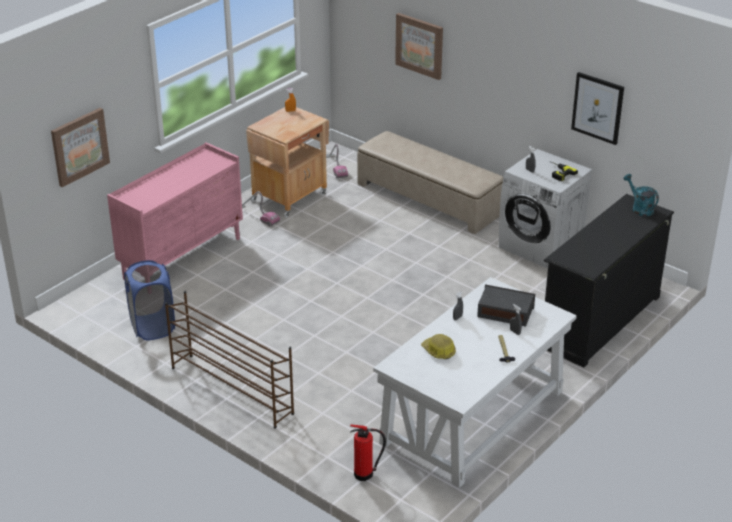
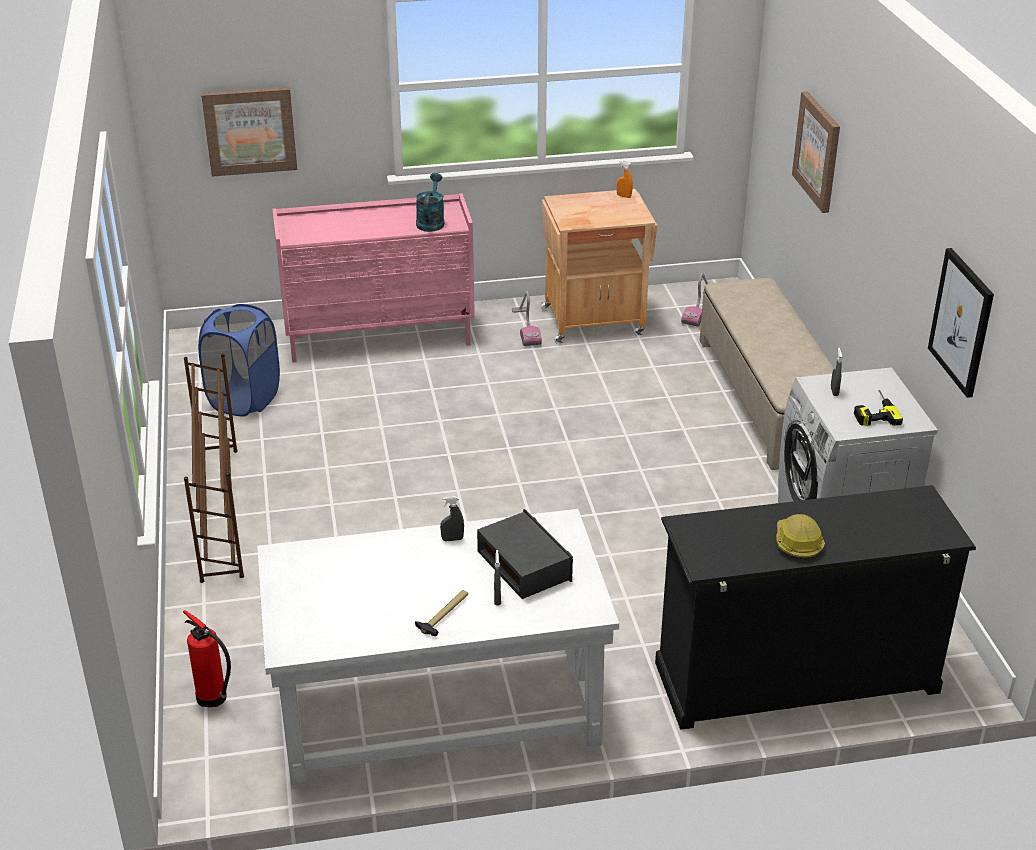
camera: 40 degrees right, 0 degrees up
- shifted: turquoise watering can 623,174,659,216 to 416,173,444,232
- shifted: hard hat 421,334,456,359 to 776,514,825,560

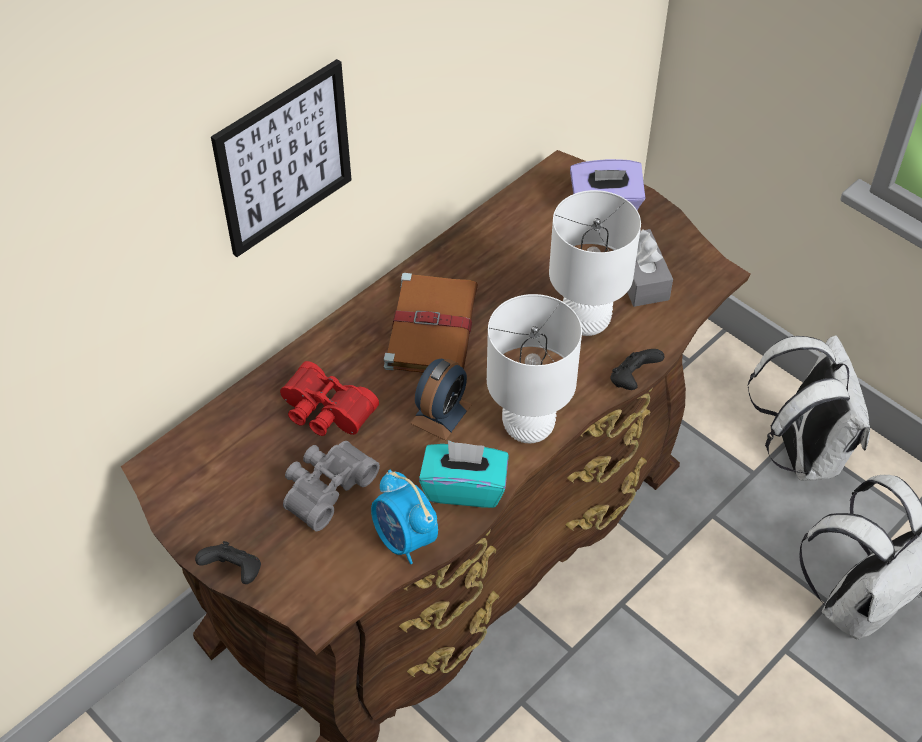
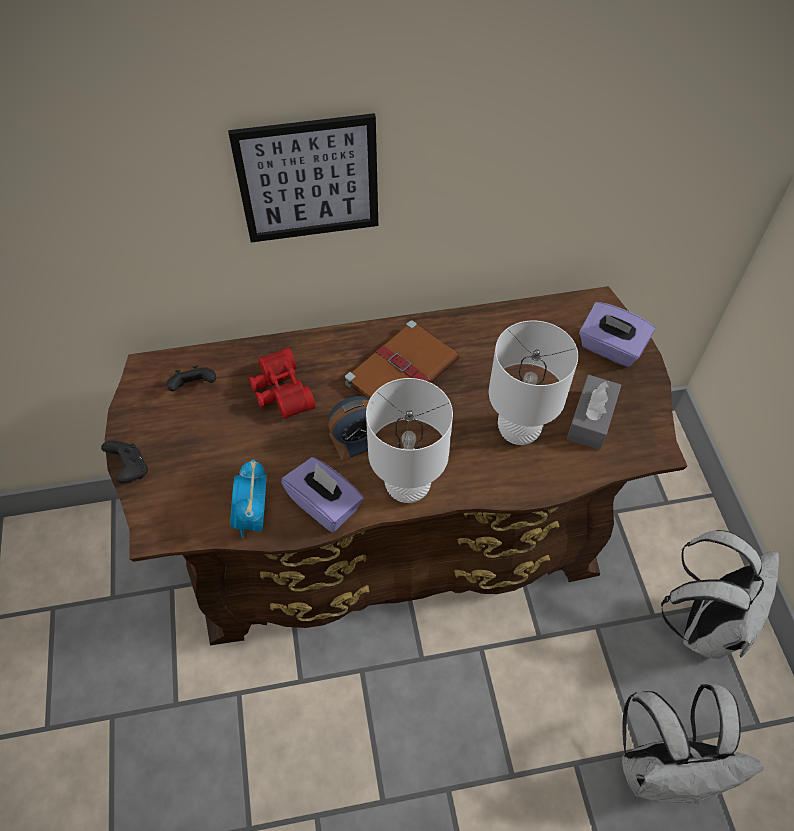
camera: 35 degrees right, 5 degrees up
- shifted: black game controller 610,349,665,390 to 167,366,216,391
- repainted: turquoise tissue box 419,440,509,508 to purple tissue box 281,457,364,533
- gone: grey binoculars 283,441,380,531

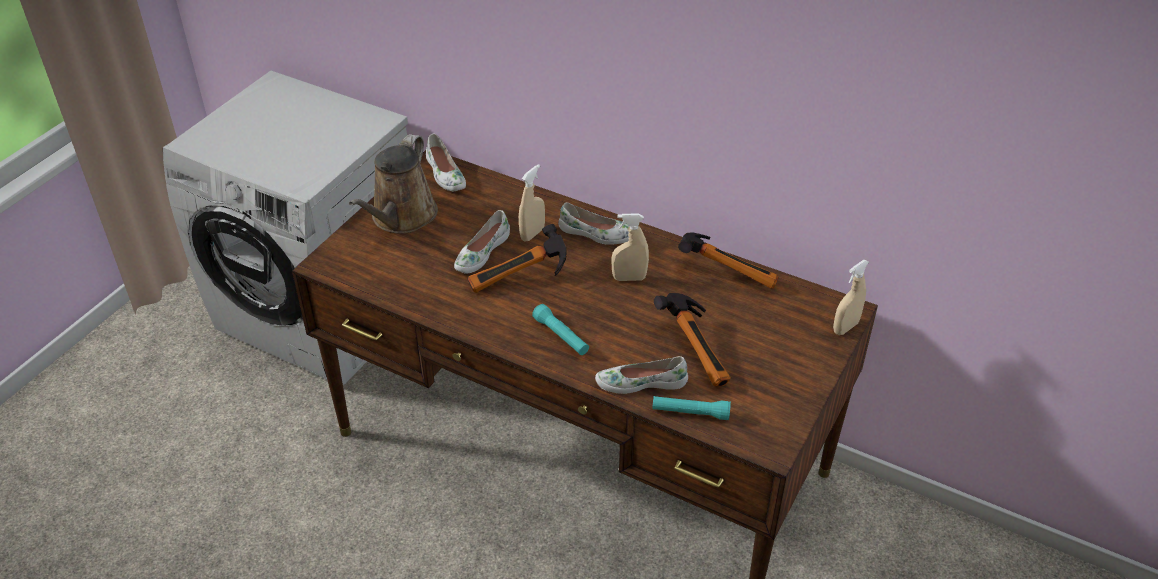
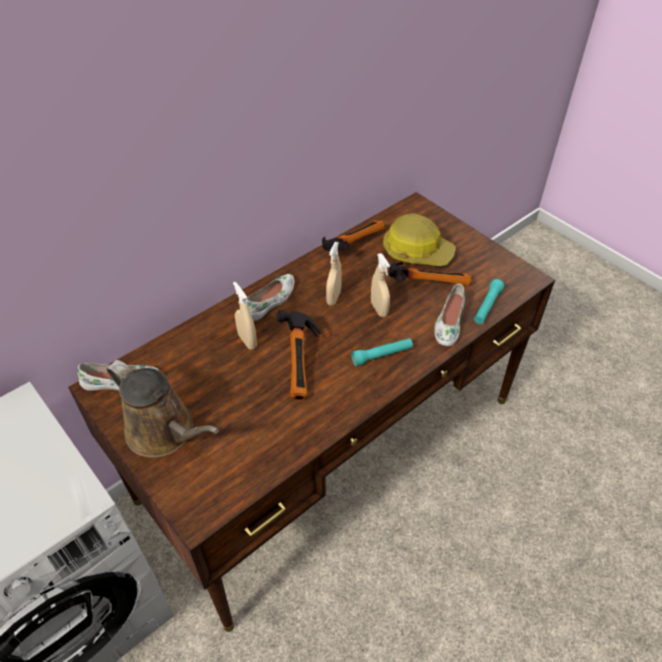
camera: 70 degrees left, 5 degrees up
- shifted: beige spray bottle 833,260,869,335 to 371,253,390,317
- new: hard hat 383,213,456,266
- gone: white shoe 454,210,510,274

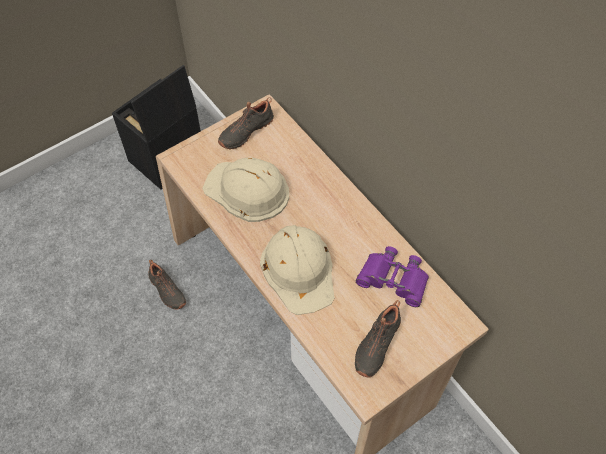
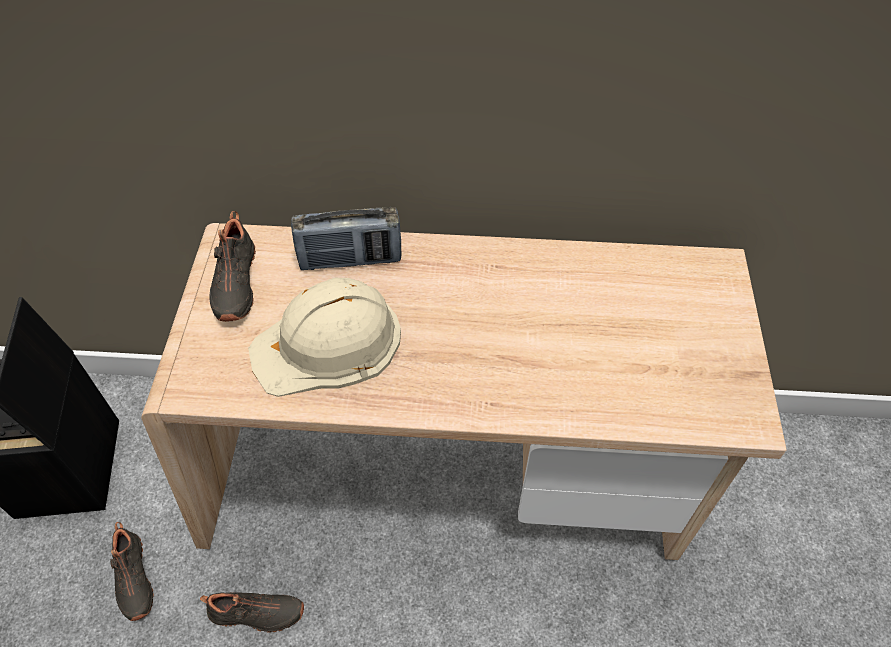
camera: 50 degrees left, 5 degrees down
- shifted: black shoe 355,300,401,378 to 110,522,154,621
- new: radio 291,207,401,270
- gone: beige hard hat 260,225,335,315
- gone: purple binoculars 356,246,429,307

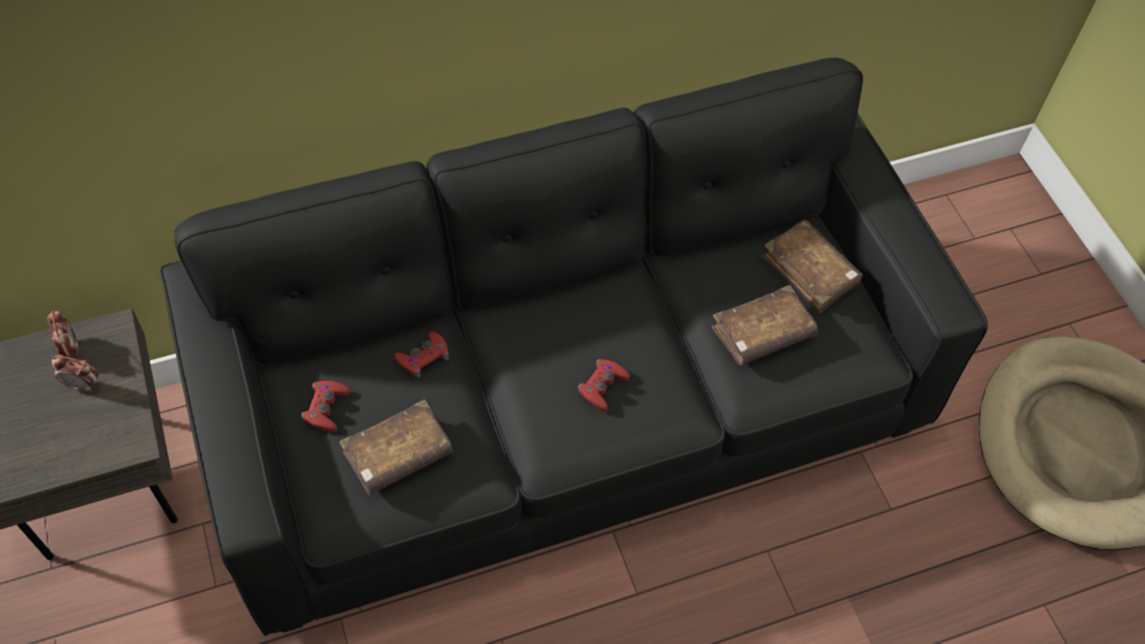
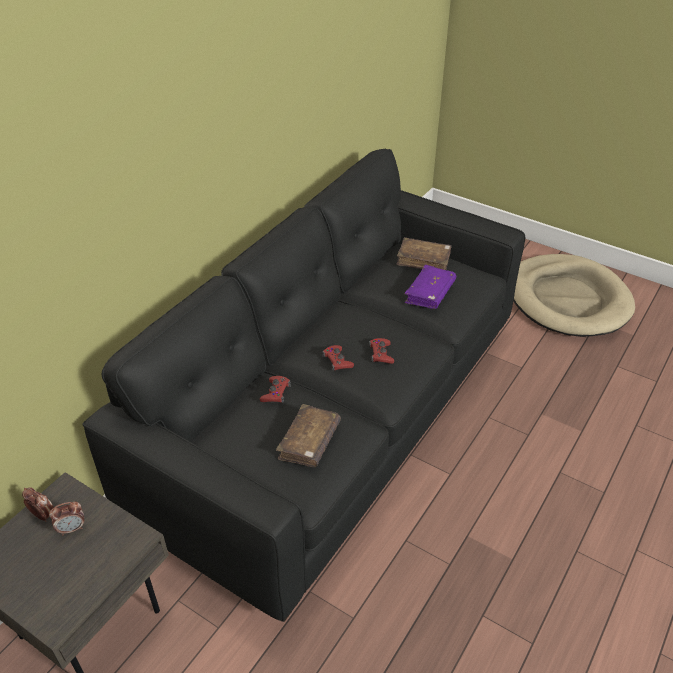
camera: 35 degrees left, 15 degrees down
- shifted: red game controller 301,381,350,432 to 323,345,354,371
- repainted: brown book 712,285,818,366 to purple book 405,265,456,309

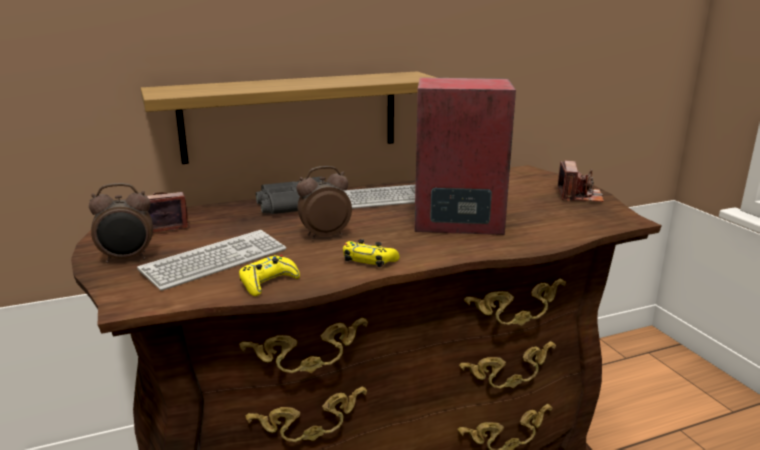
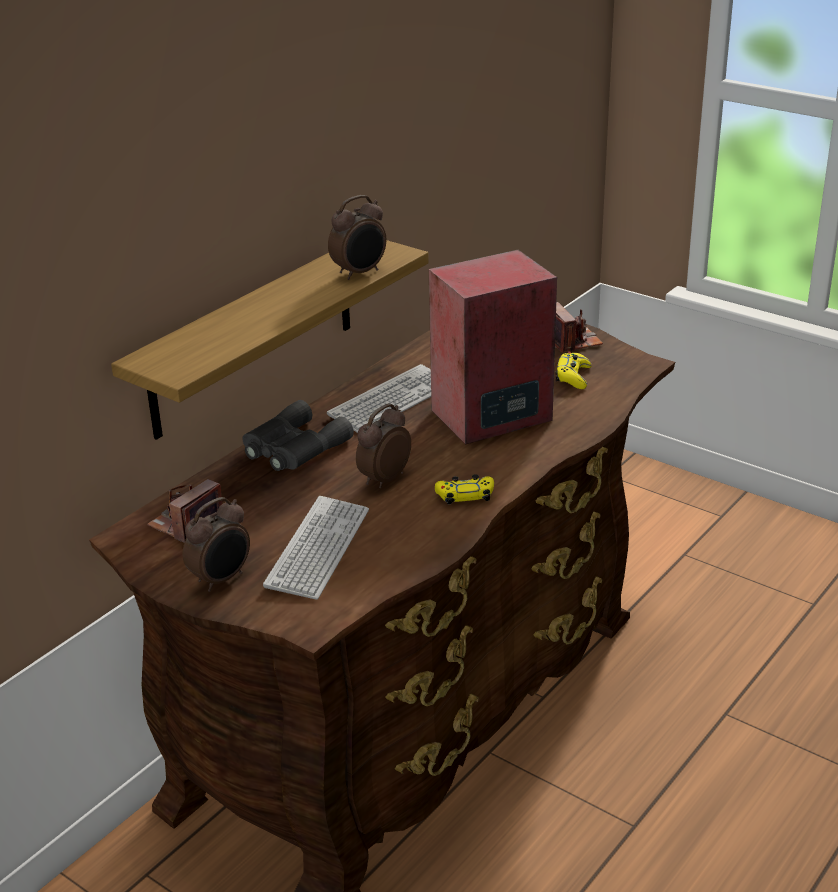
camera: 30 degrees left, 10 degrees up
- new: alarm clock 328,195,386,280
- shifted: yellow game controller 239,255,300,296 to 556,352,592,389

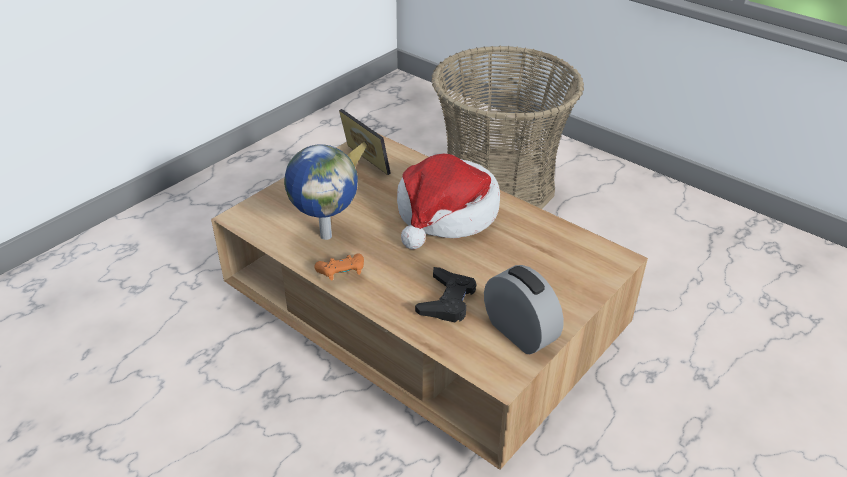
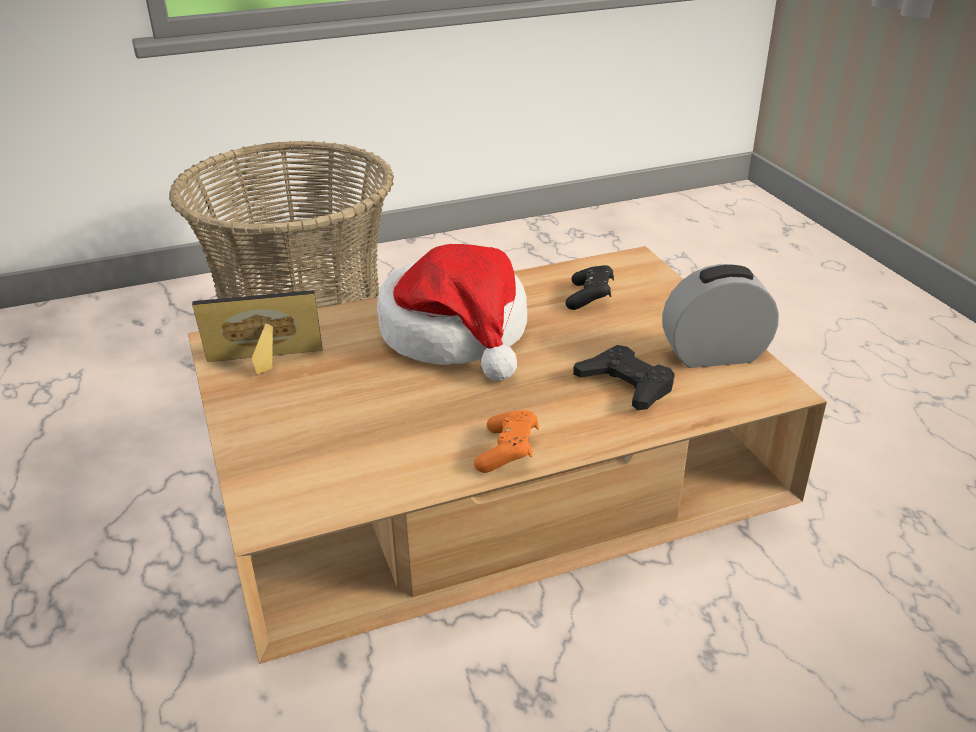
camera: 60 degrees left, 5 degrees down
- new: black game controller 566,265,614,310
- gone: globe 284,145,358,240

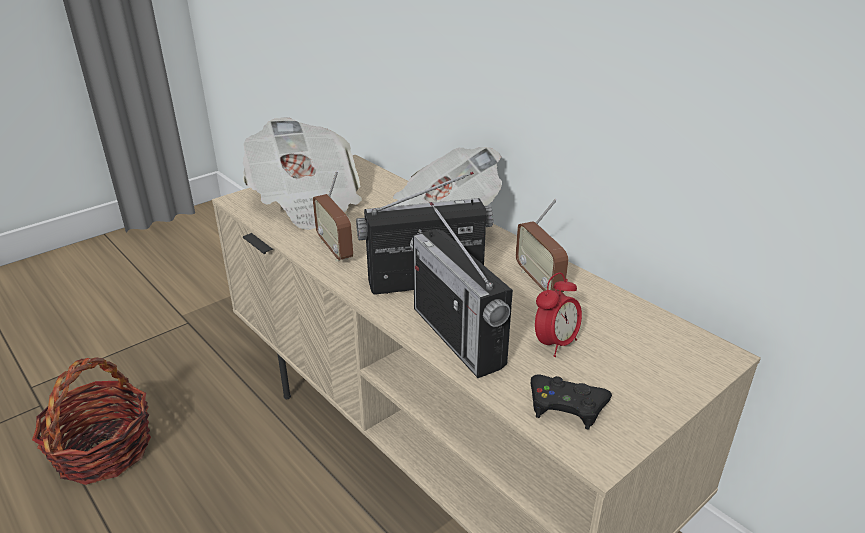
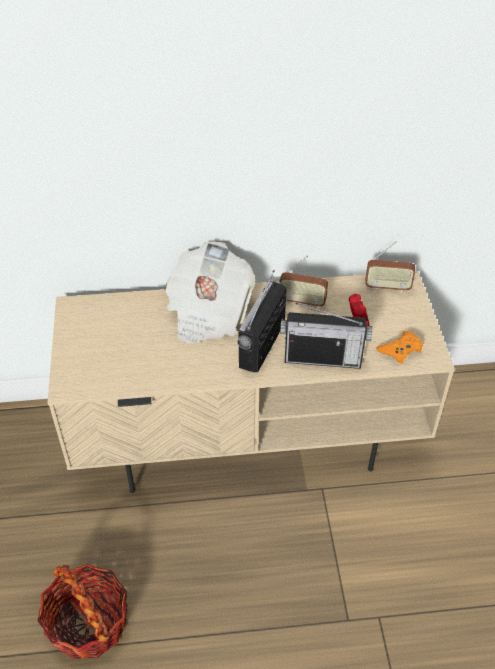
camera: 55 degrees left, 15 degrees up
- shifted: radio 313,171,353,262 to 365,241,415,293
- repainted: black game controller 531,375,612,430 to orange game controller 376,331,423,364
- gone: newspaper 243,118,362,230

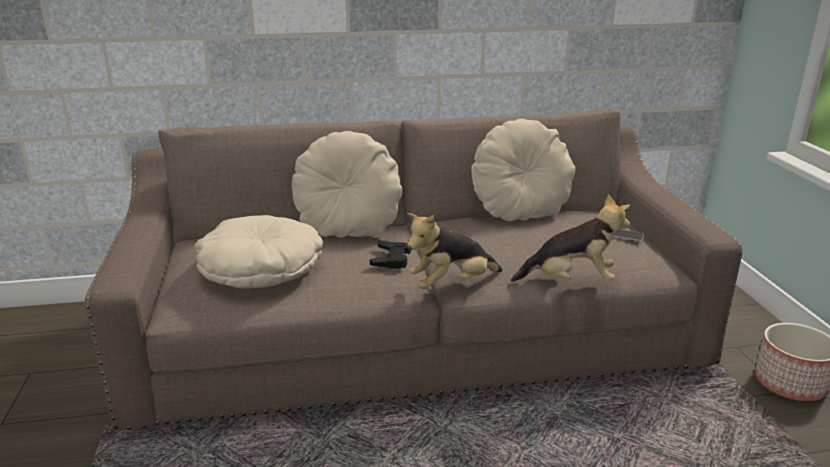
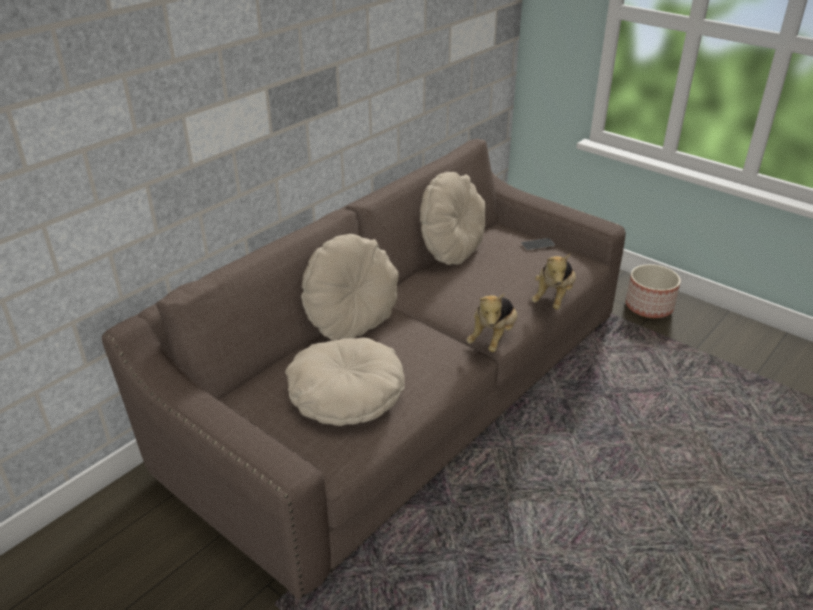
camera: 40 degrees left, 10 degrees up
- rotated: plush toy 511,194,630,282 = 532,254,576,310 150 degrees clockwise
- gone: black game controller 370,240,411,269

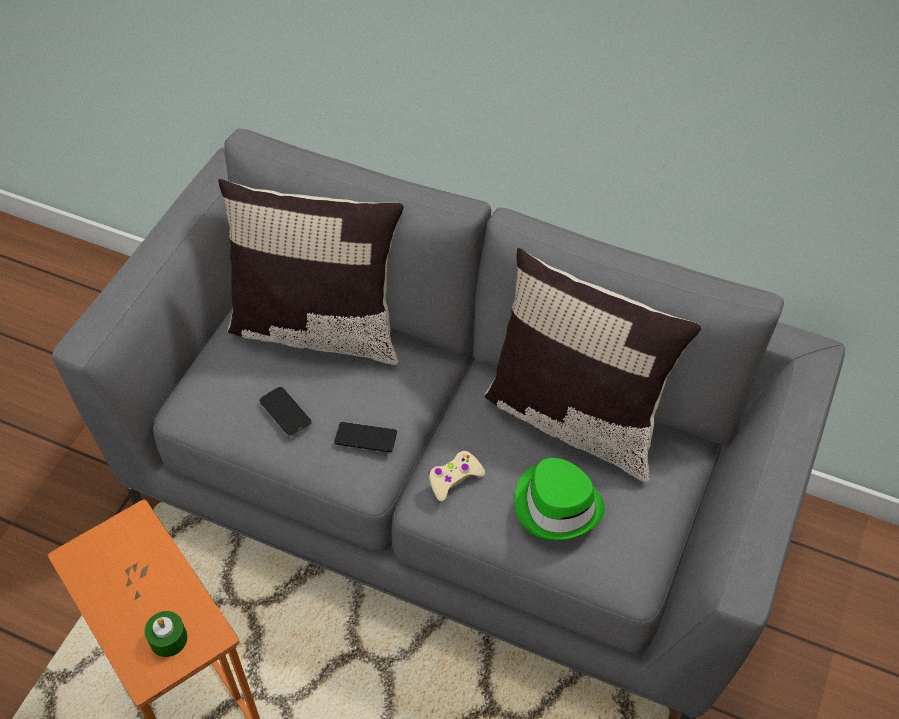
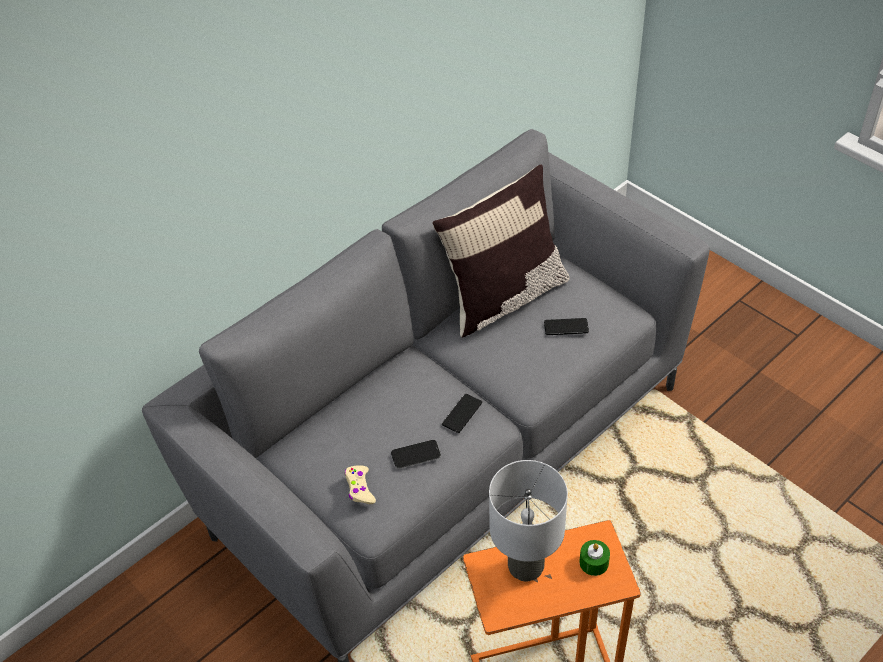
camera: 65 degrees left, 5 degrees down
- shifted: beige game controller 428,450,485,501 to 345,465,376,504
- new: white table lamp 489,460,568,581
- swapped: green hat 514,458,605,540 to phone 544,318,589,335
- gone: pillow 218,179,404,365

